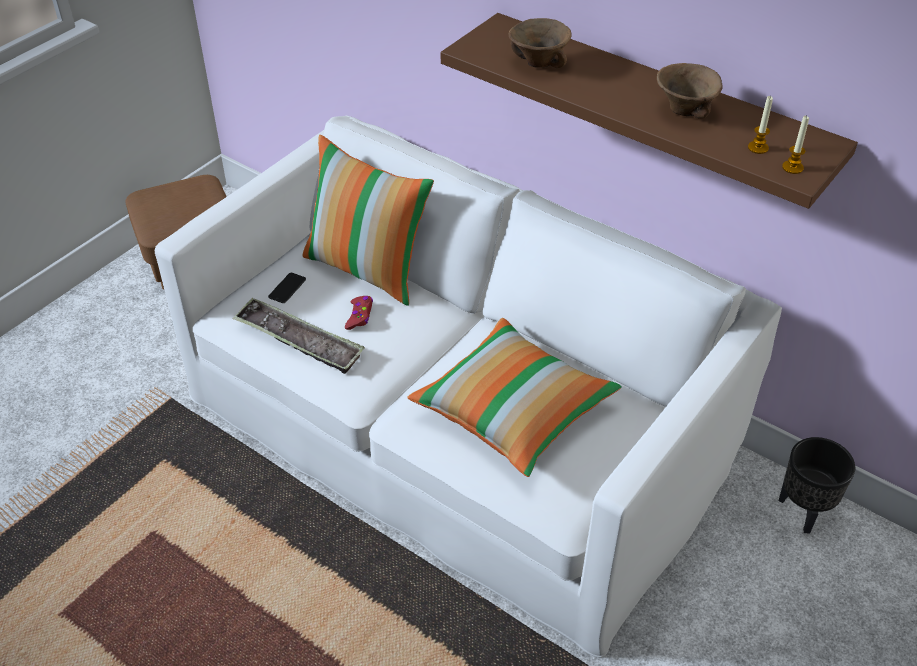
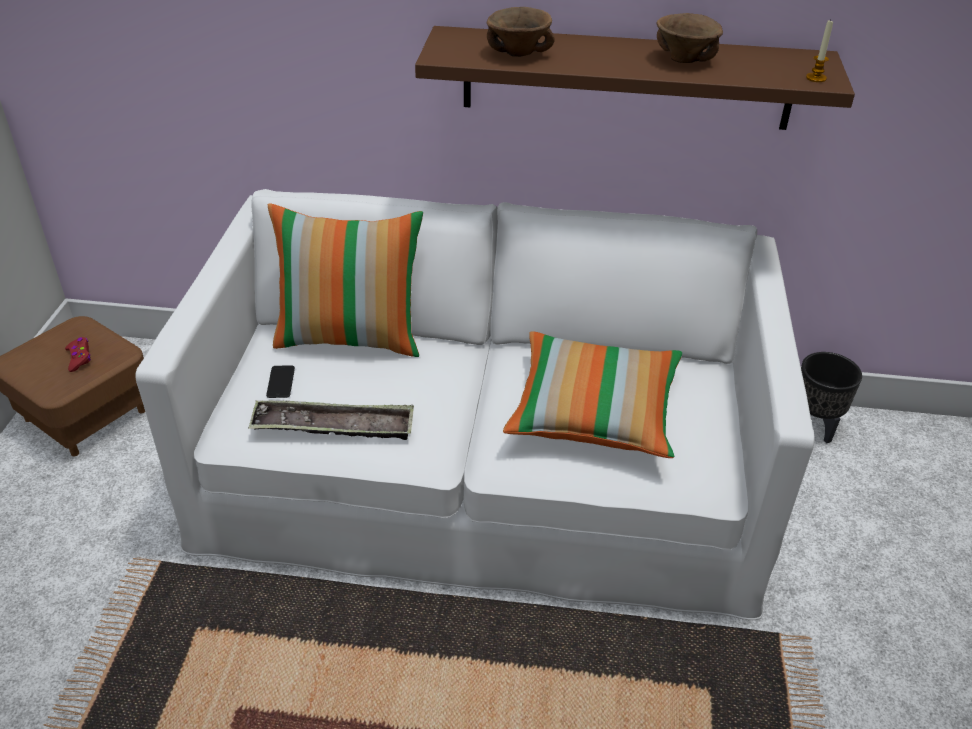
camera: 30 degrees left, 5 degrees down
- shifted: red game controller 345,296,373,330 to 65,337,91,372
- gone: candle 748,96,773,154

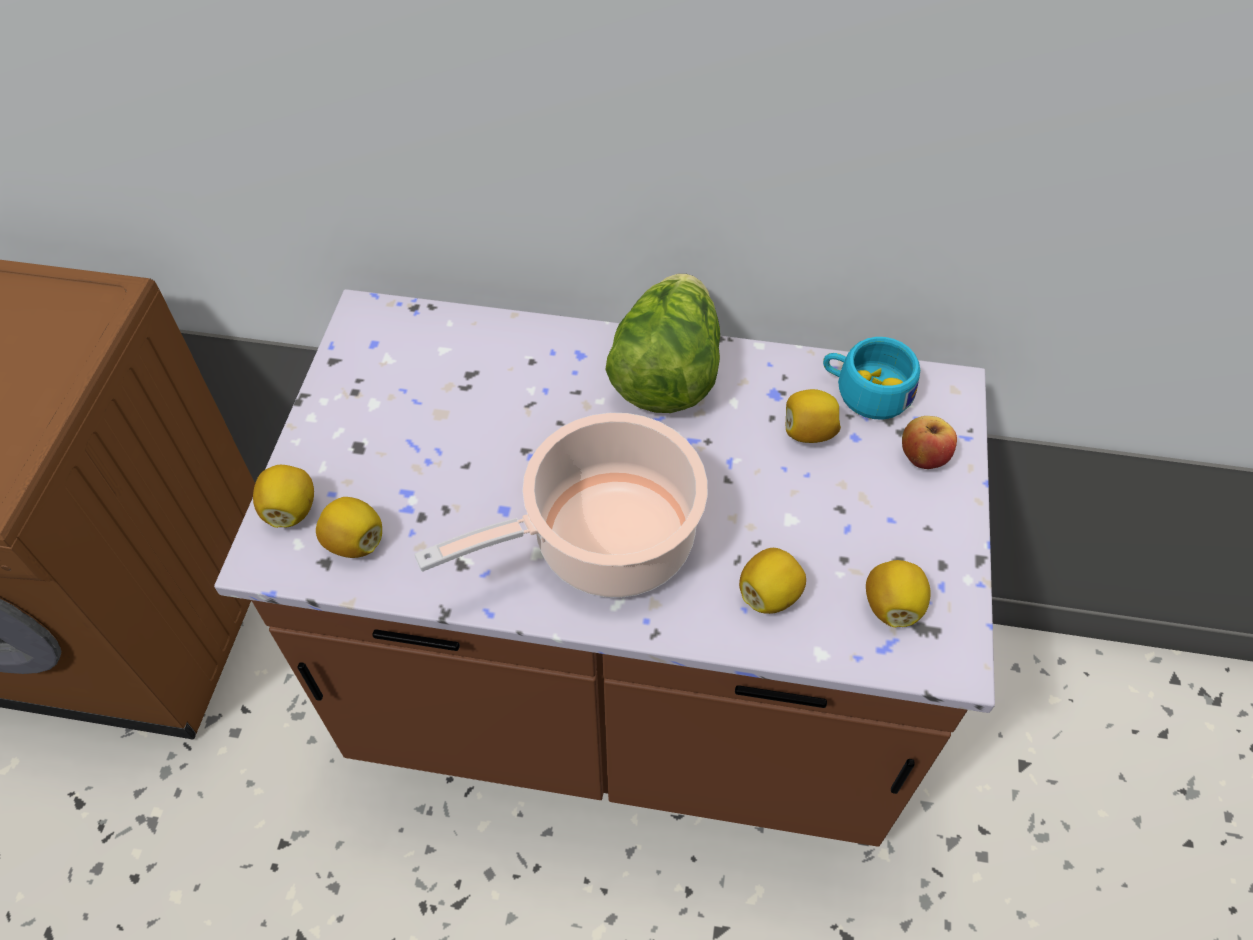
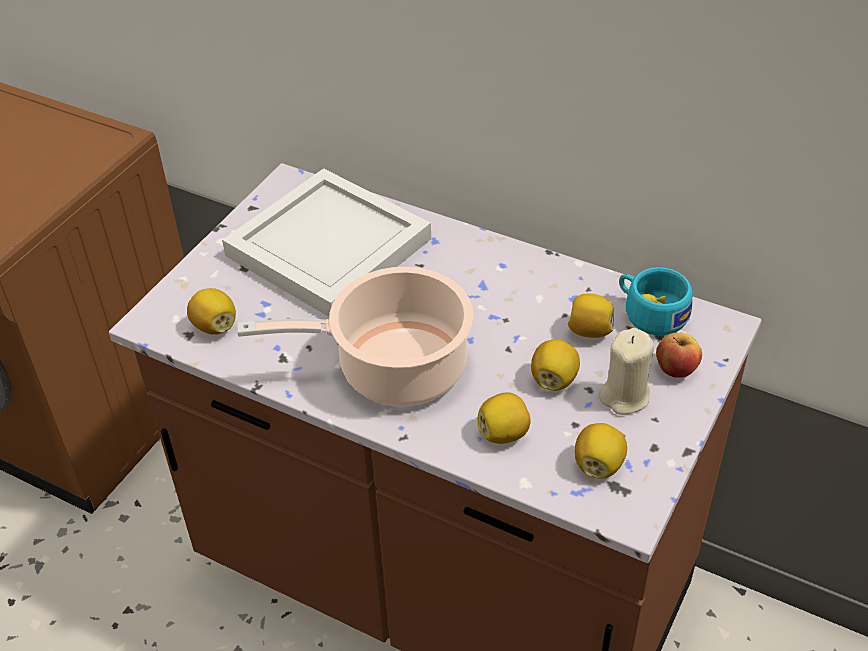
camera: 20 degrees right, 10 degrees down
- new: white tray 222,168,431,317
- shifted: lemon 253,465,314,528 to 531,339,580,391
- new: beige candle 598,328,654,415
- gone: lettuce 605,274,720,413

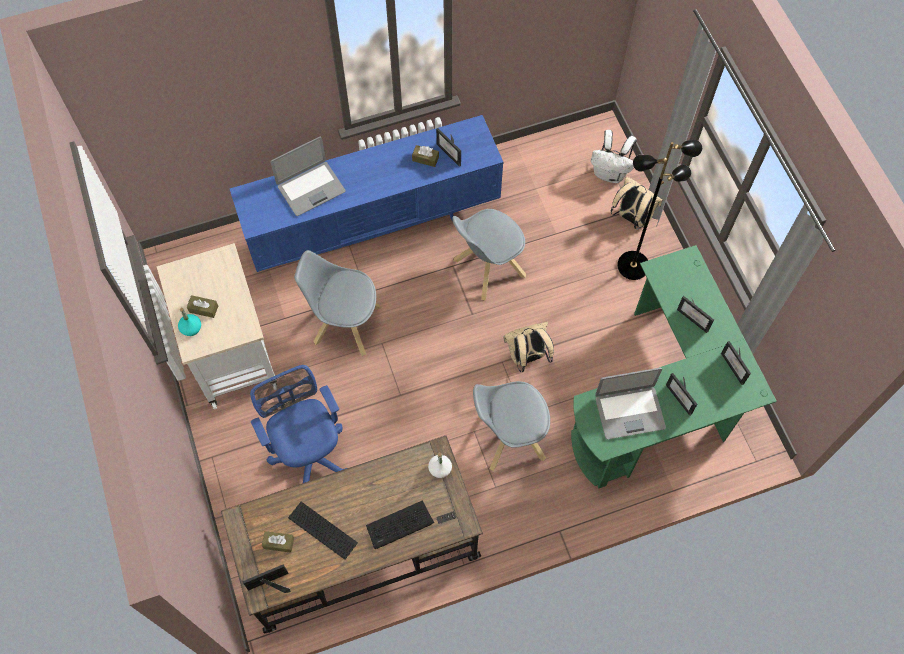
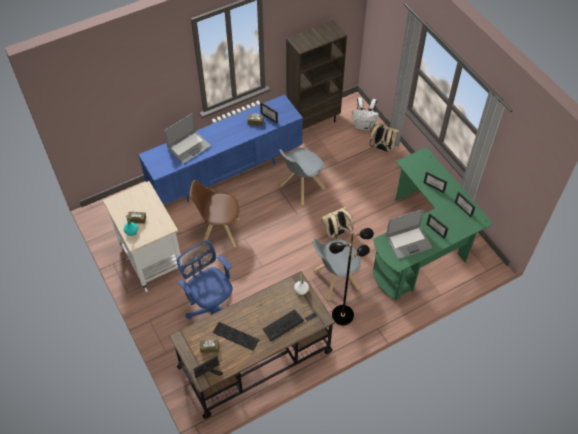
camera: 10 degrees left, 10 degrees down
- repainted: grey chair 294,250,381,356 to brown chair 190,180,240,248
- new: brown bookcase 286,20,347,129
- shifted: black floor lamp 617,140,702,280 to 329,228,374,325

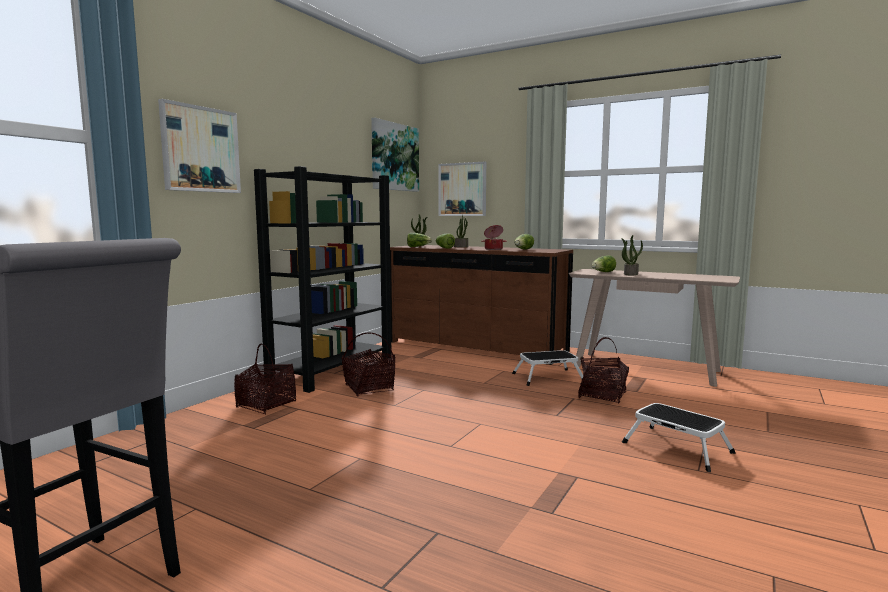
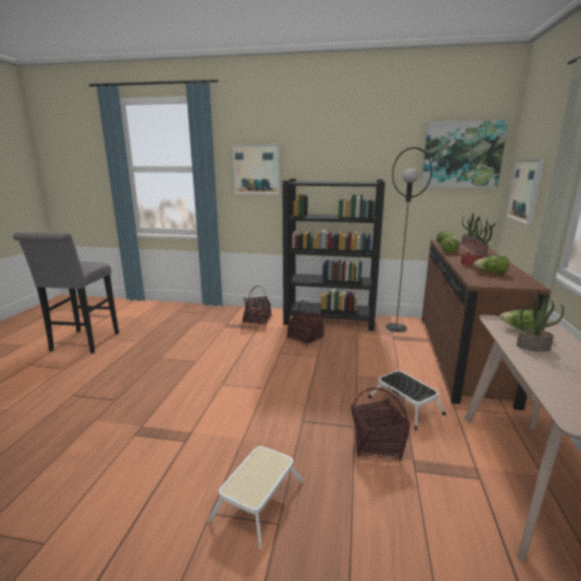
camera: 70 degrees right, 10 degrees up
- repainted: black step ladder 622,403,736,472 to beige step ladder 207,446,305,550
- new: black floor lamp 386,147,432,332

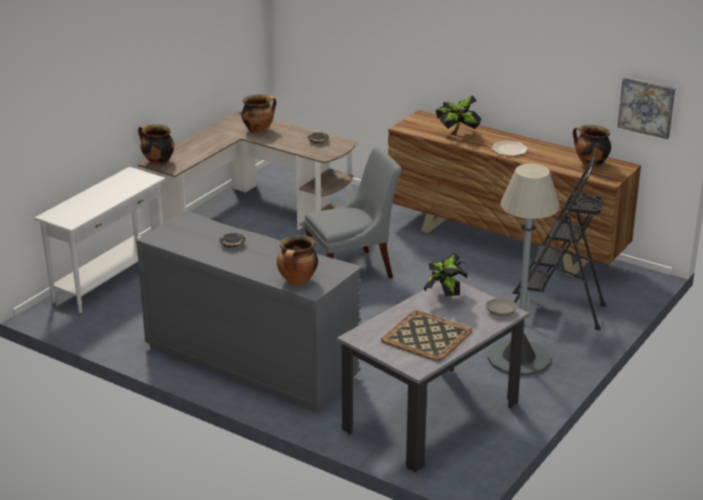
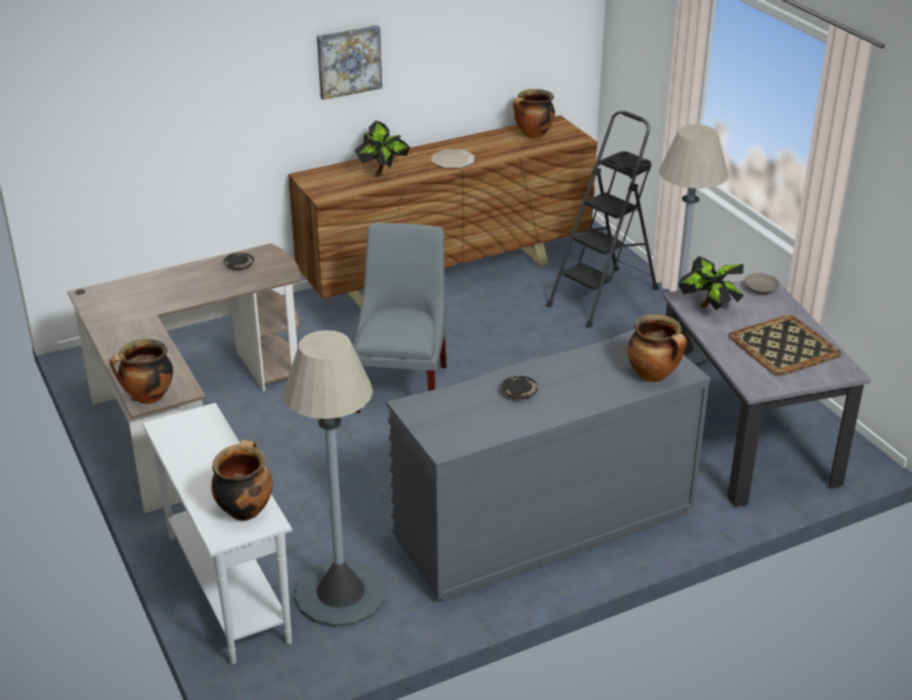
camera: 60 degrees left, 5 degrees up
- shifted: cooking pot 242,94,277,134 to 211,440,273,521
- new: grey floor lamp 283,330,387,628
- shifted: picture 618,77,676,139 to 317,25,382,100

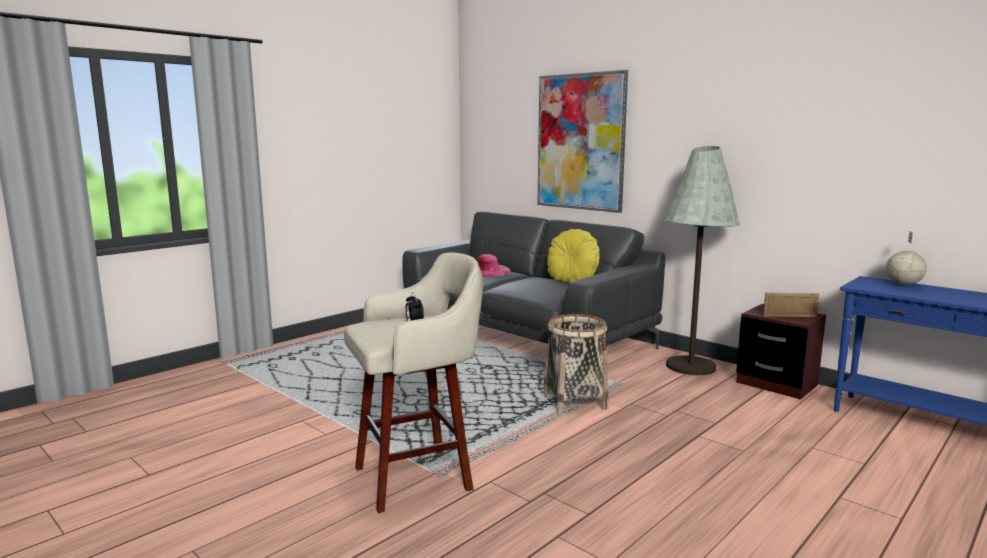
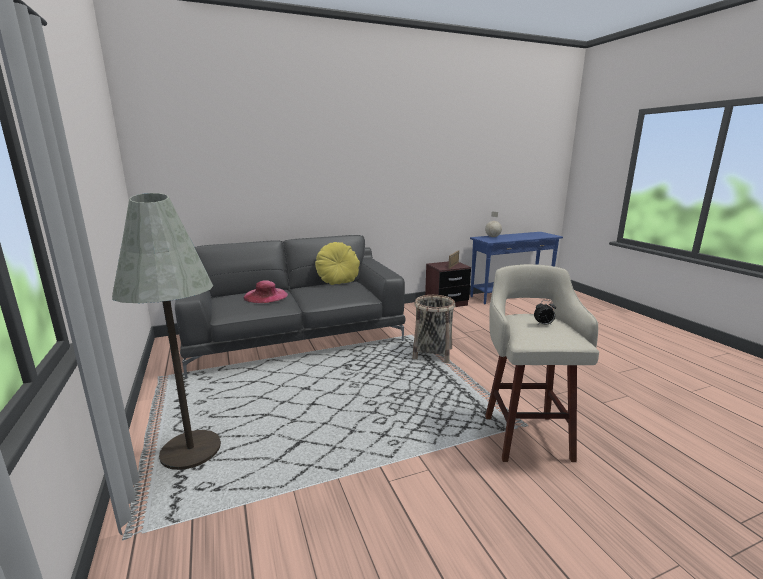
camera: 65 degrees left, 5 degrees up
- shifted: grey floor lamp 664,146,740,375 to 112,193,221,470
- gone: picture 537,70,628,213

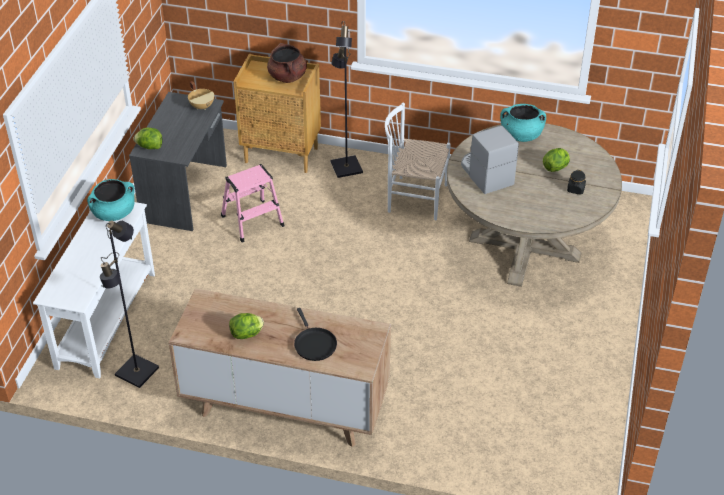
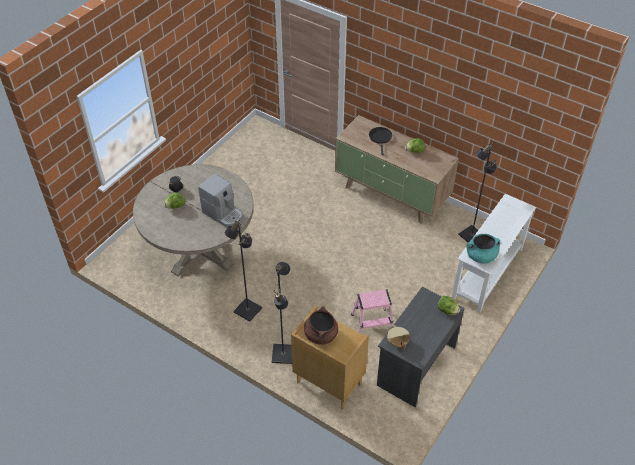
camera: 160 degrees left, 5 degrees up
- rotated: coffee machine 461,126,519,194 = 198,174,242,227 45 degrees counterclockwise
- swapped: white chair 385,103,450,220 to black floor lamp 225,218,262,322
- gone: turquoise cooking pot 500,104,546,142

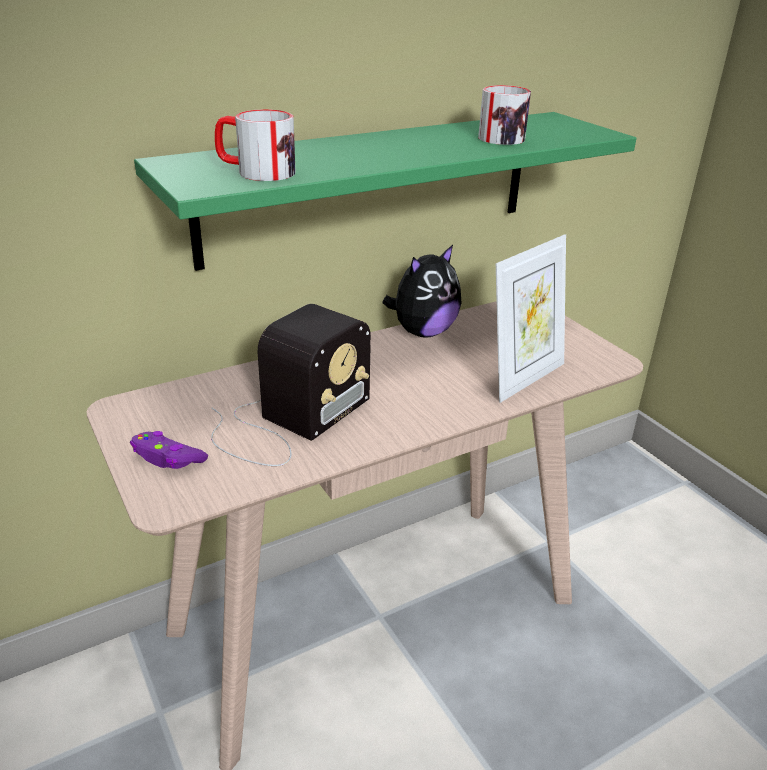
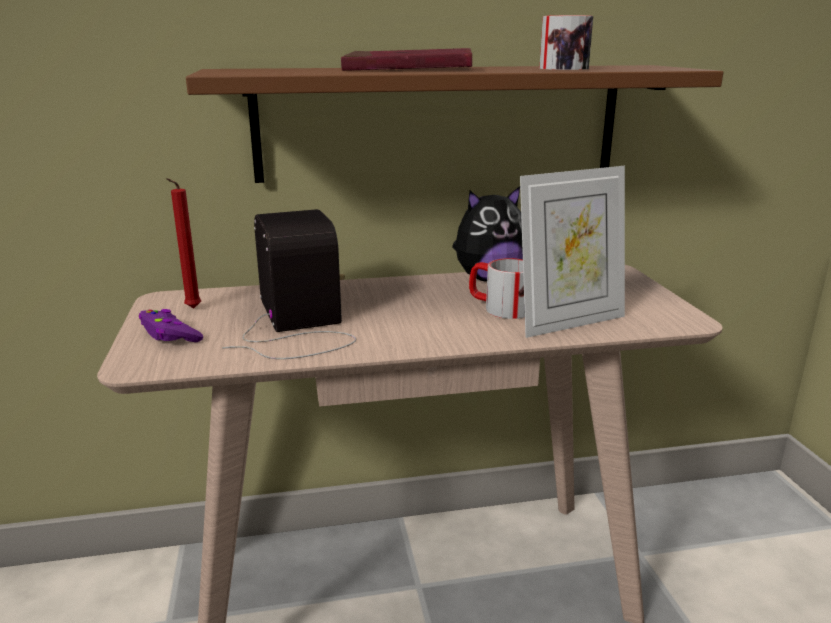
camera: 20 degrees right, 10 degrees down
- new: red candle 166,178,201,308
- repainted: green shelf 134,112,637,271 to brown shelf 186,65,724,183
- rotated: radio 211,304,371,466 = 222,209,356,359 75 degrees counterclockwise
- new: red book 341,48,472,71
- shifted: mug 215,109,296,181 to 469,258,525,319

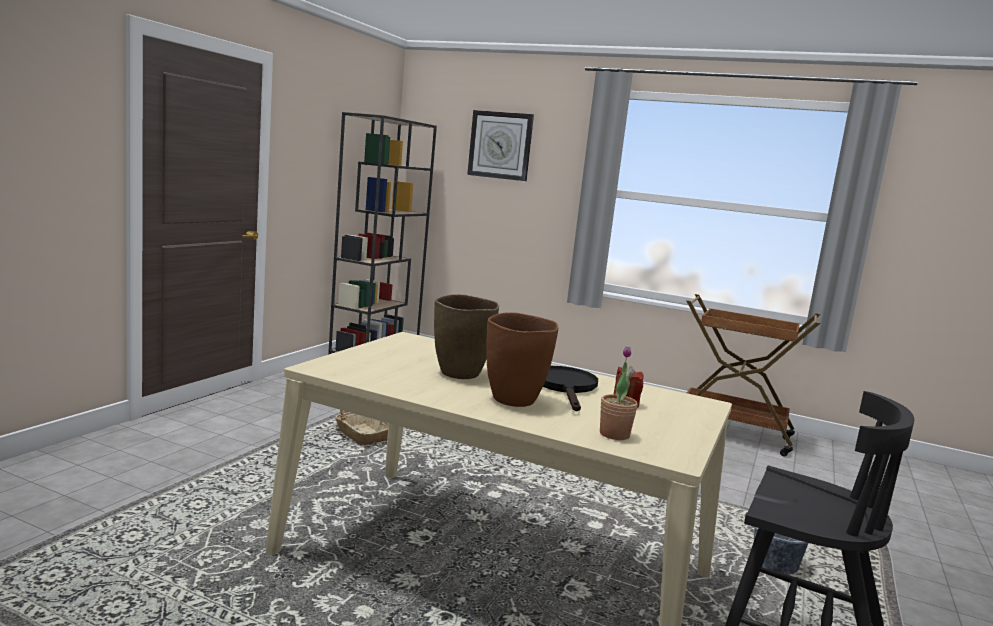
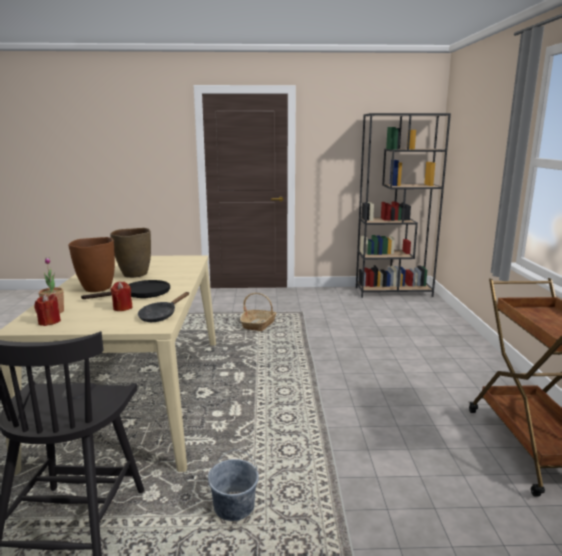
camera: 65 degrees right, 5 degrees up
- new: red candle 34,294,61,326
- new: black frying pan 138,292,189,322
- gone: wall clock 467,110,534,181

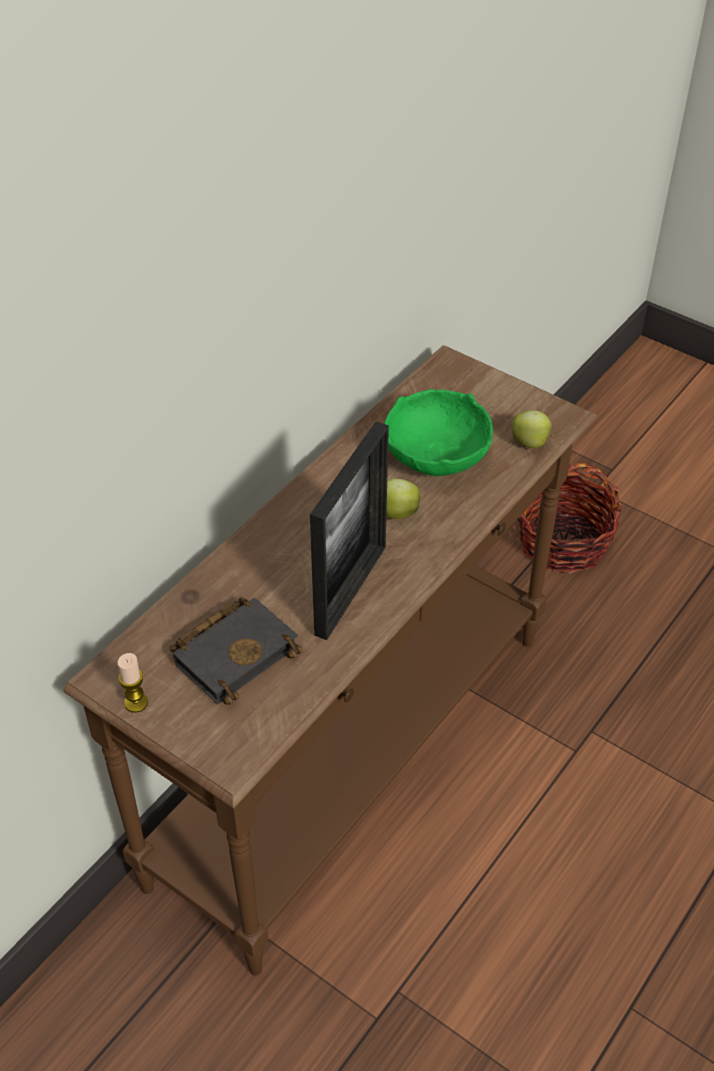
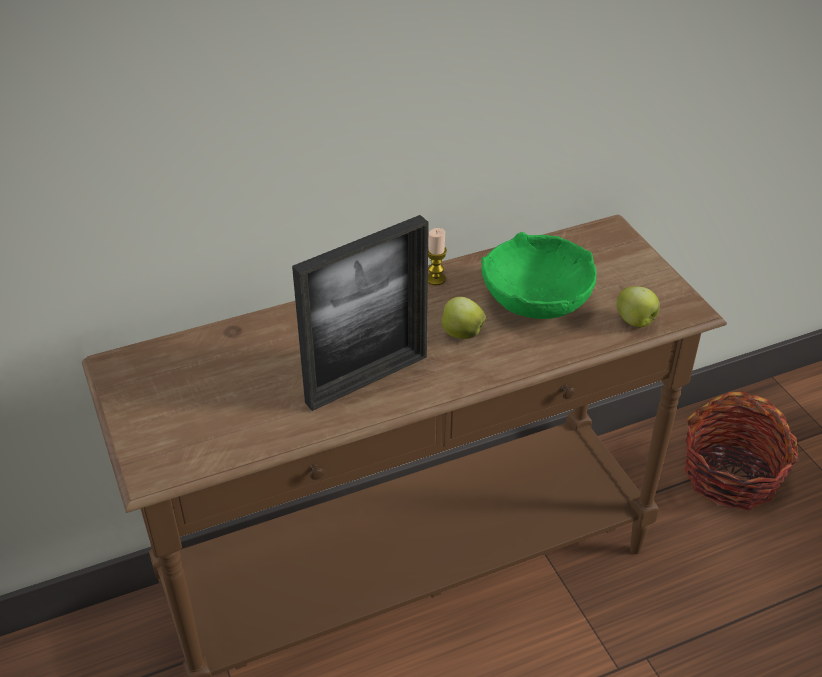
camera: 30 degrees right, 5 degrees down
- shifted: candle 117,653,148,713 to 428,228,447,286
- gone: black book 169,597,302,705

